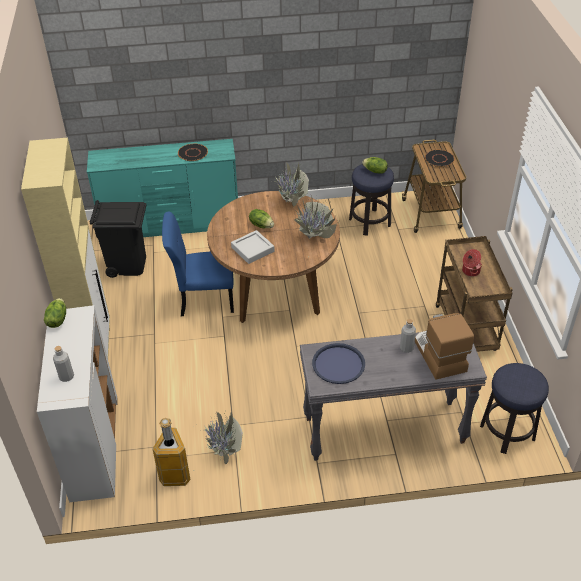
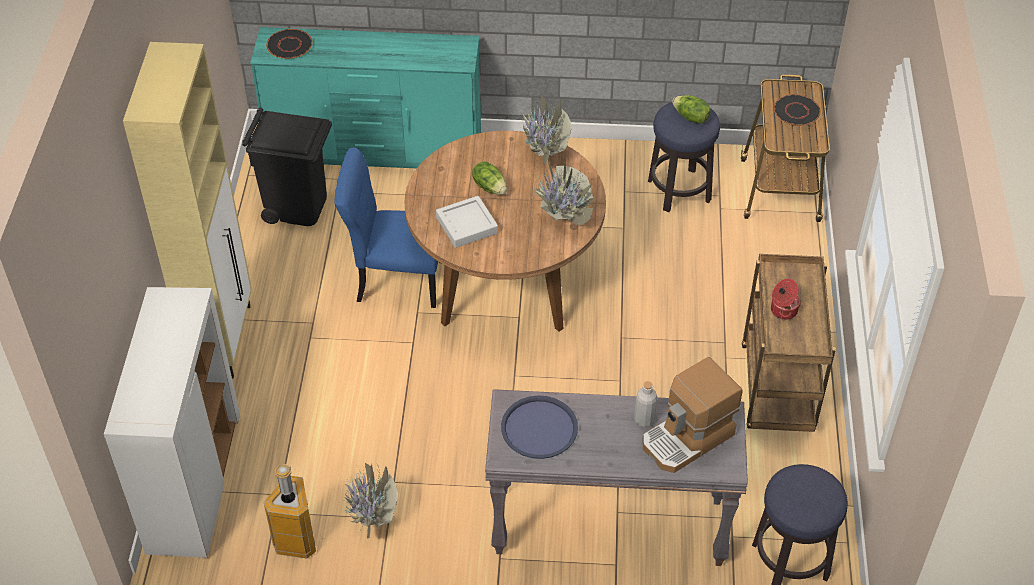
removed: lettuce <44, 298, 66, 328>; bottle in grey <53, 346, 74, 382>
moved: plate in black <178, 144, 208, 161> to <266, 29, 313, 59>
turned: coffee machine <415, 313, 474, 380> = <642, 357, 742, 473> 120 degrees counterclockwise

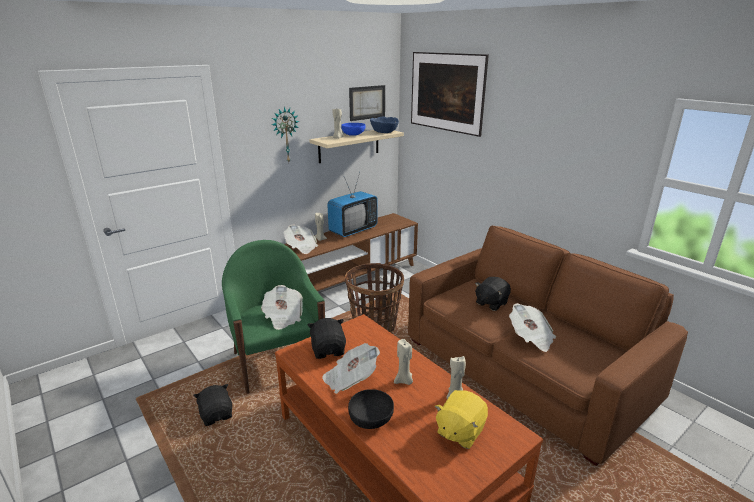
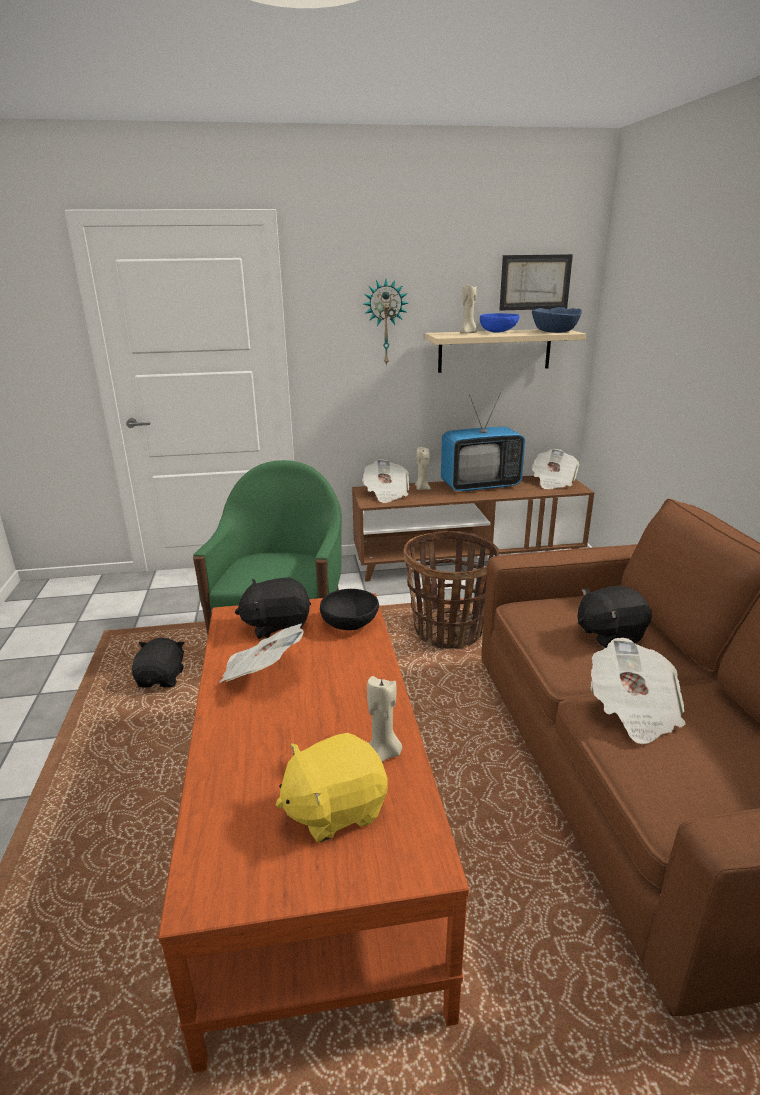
removed: candle in beige <394, 339, 413, 385>; picture <411, 52, 489, 137>
moved: bowl in black <348, 389, 394, 429> to <320, 589, 379, 630>; newspaper <261, 285, 303, 330> to <531, 449, 580, 489>
turned: plush toy in black <307, 318, 346, 359> = <235, 577, 311, 639> 120 degrees counterclockwise

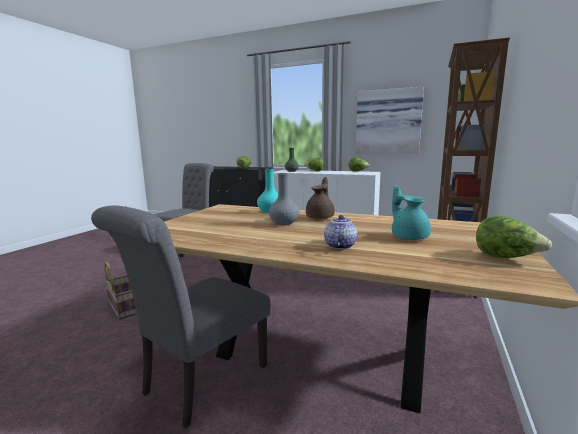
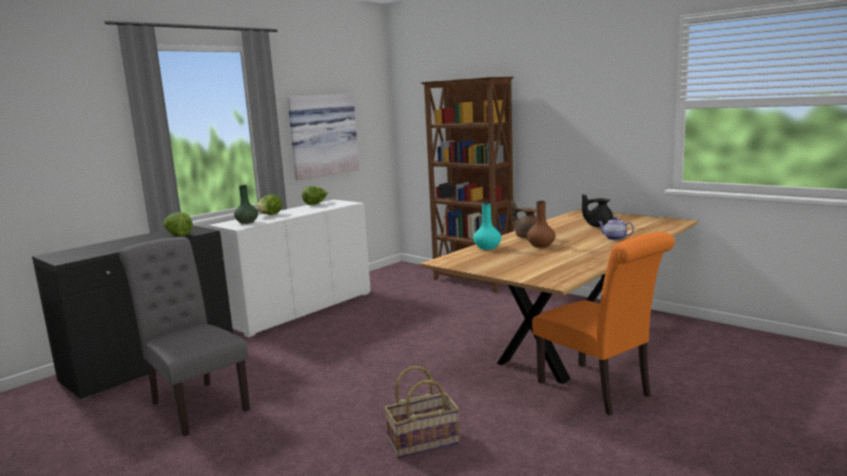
removed: lettuce <476, 216, 552, 258>
recoloured: vase in grey <269, 173, 299, 225> to vase in brown <527, 201, 555, 248>; chair in grey <91, 205, 270, 429> to chair in orange <532, 232, 675, 415>; teapot in turquoise <392, 185, 431, 240> to teapot in black <582, 194, 614, 227>

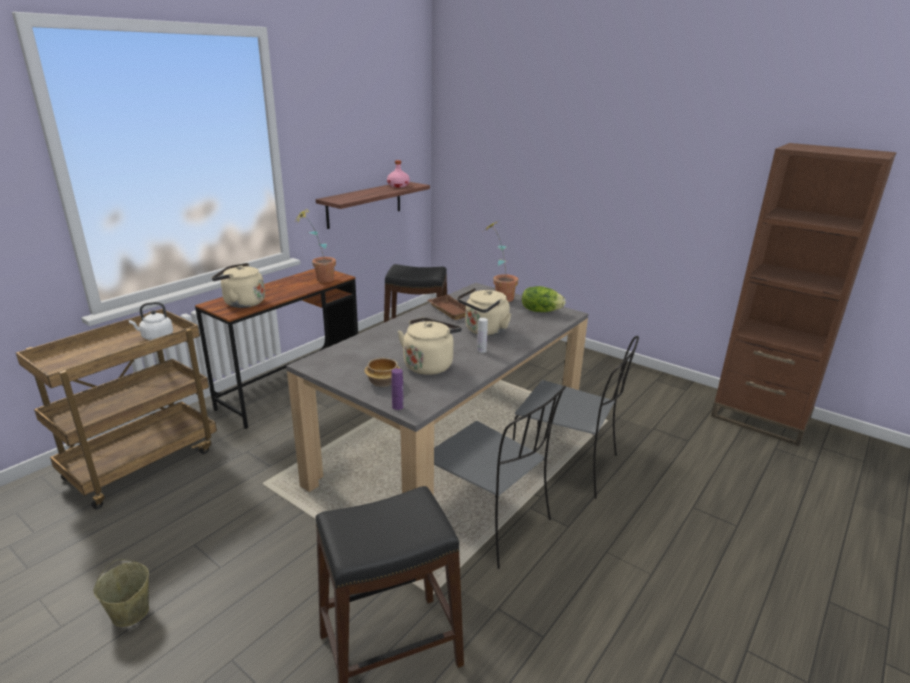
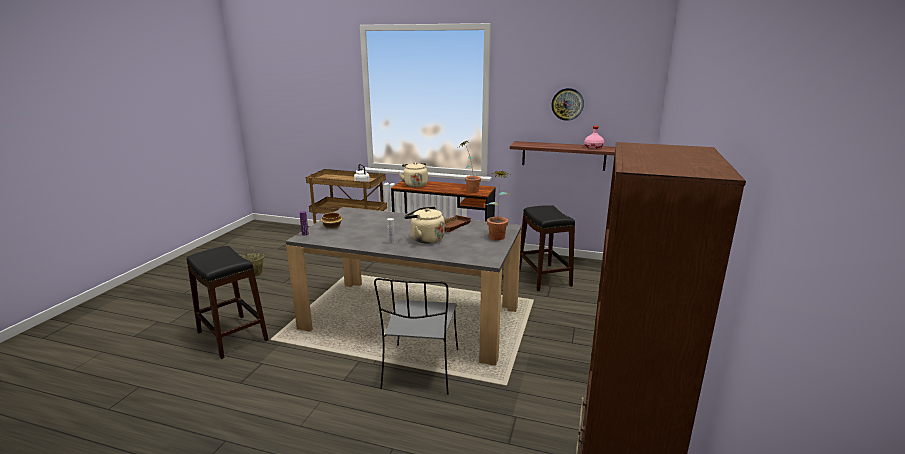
removed: kettle in beige <398, 317, 462, 375>; chair in grey <434, 386, 566, 569>; lettuce <522, 286, 566, 312>
added: wall clock <551, 88, 584, 121>

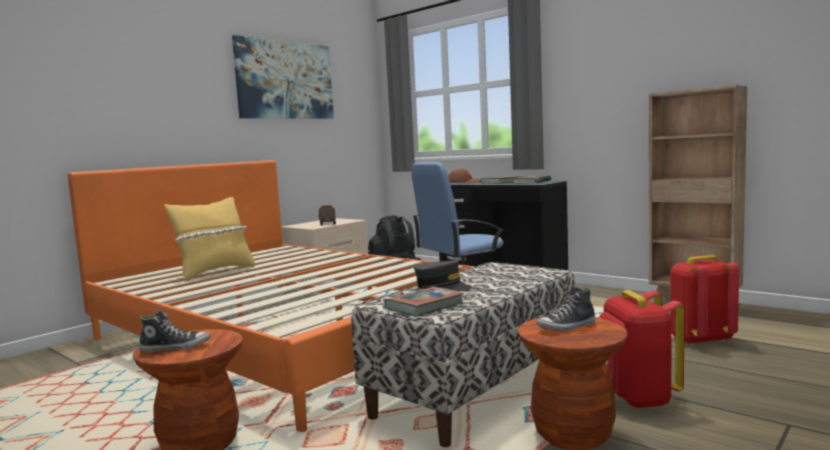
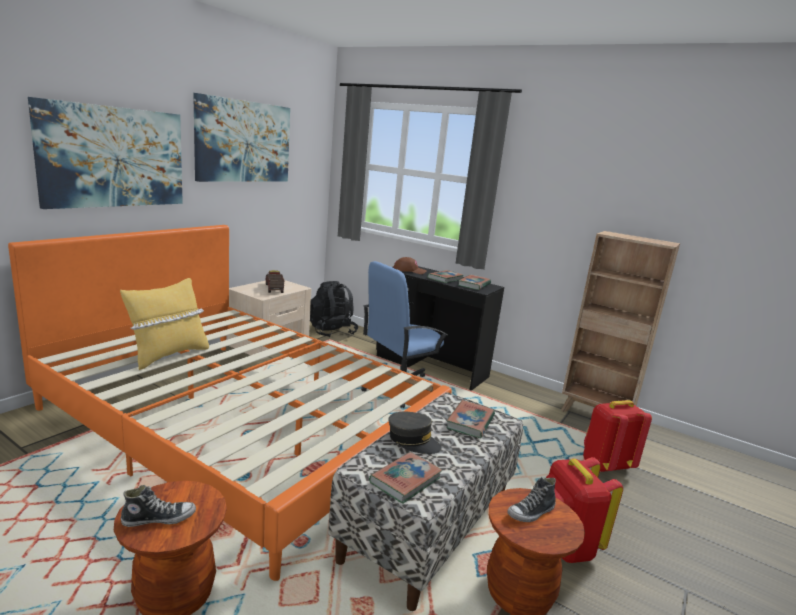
added: picture <28, 97, 183, 209>; book <446, 400, 495, 438>

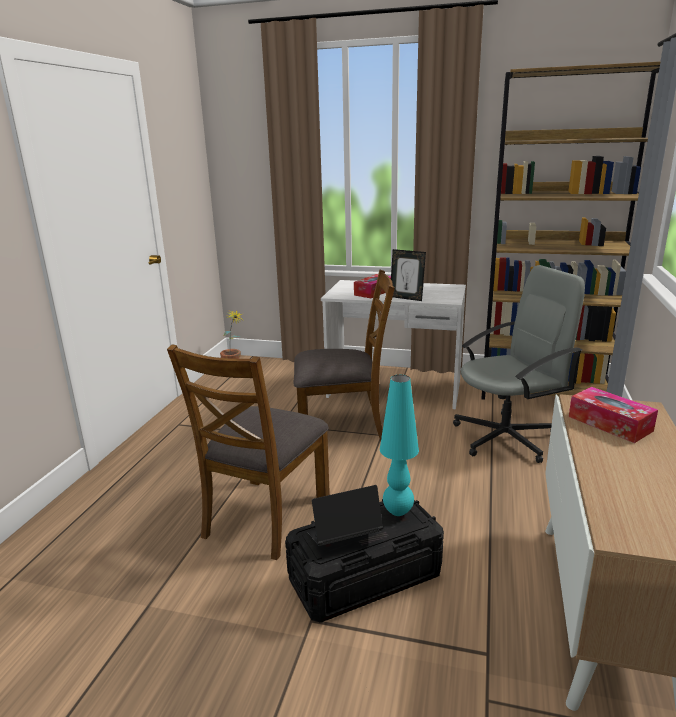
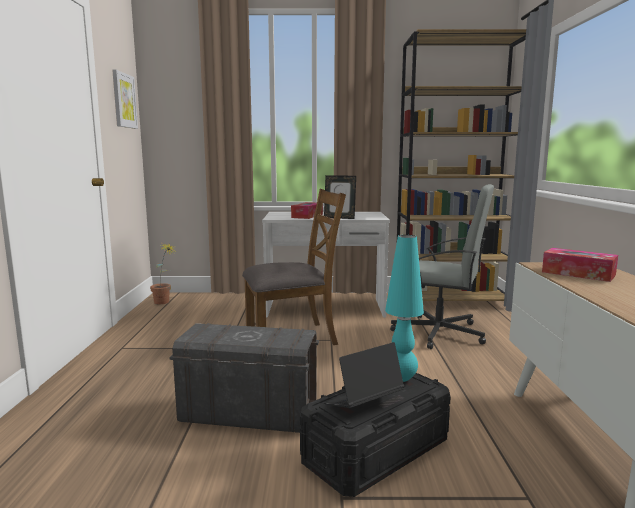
added: picture <112, 70, 138, 129>
replaced: chair in brown <167, 344, 330, 560> to storage box in grey <169, 323, 319, 433>
turned: office chair in grey <453, 265, 585, 463> = <390, 184, 494, 349> 60 degrees clockwise

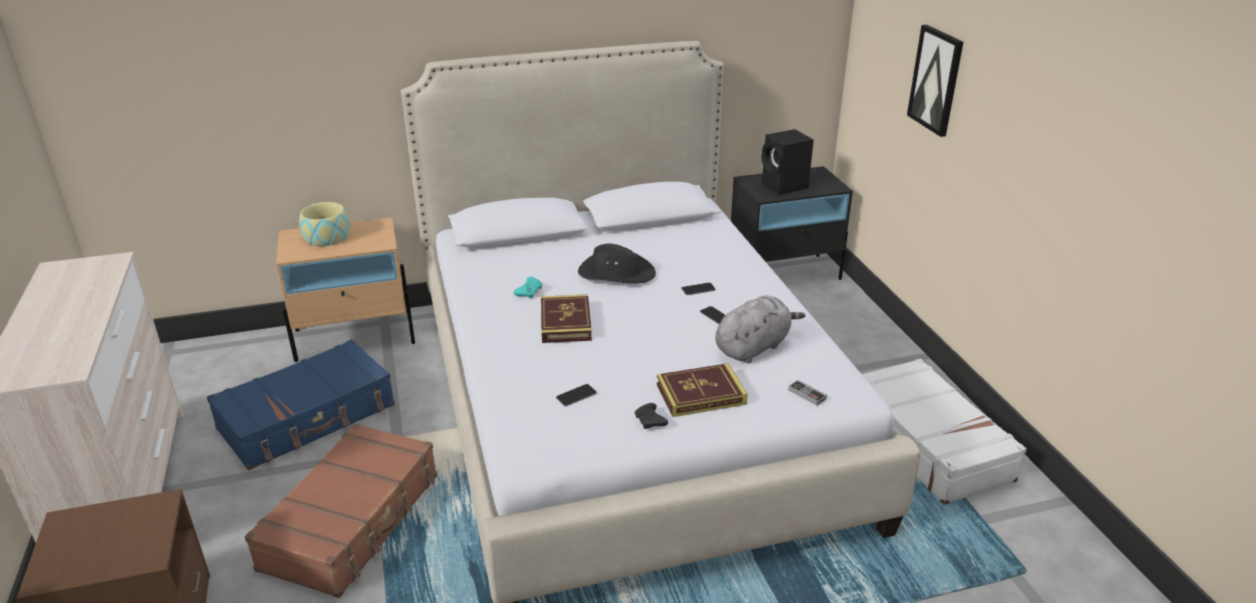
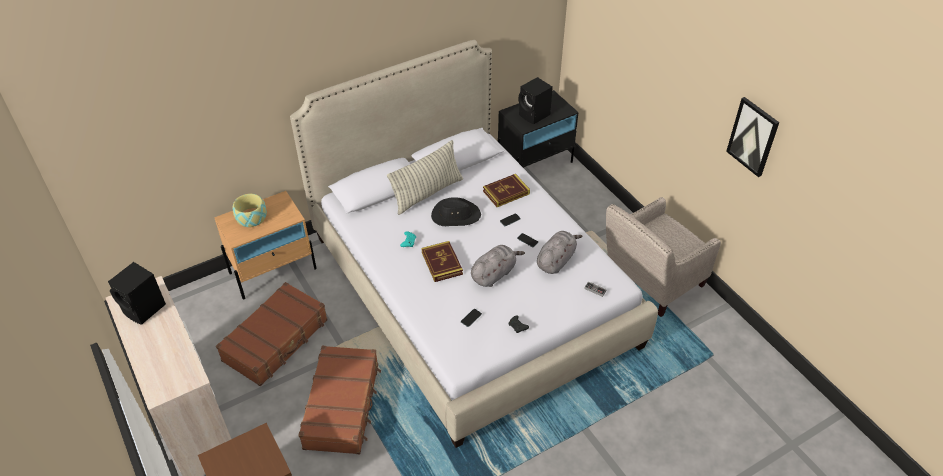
added: speaker in black <108, 262, 166, 325>; pillow <387, 140, 463, 215>; plush toy in grey <471, 245, 525, 287>
moved: book <657, 363, 748, 417> to <483, 174, 530, 207>; picture <907, 25, 963, 137> to <726, 97, 779, 177>
replaced: suitcase in white <862, 358, 1027, 505> to armchair in beige <606, 197, 721, 317>
recoloured: suitcase in blue <207, 339, 395, 470> to suitcase in brown <216, 282, 328, 386>

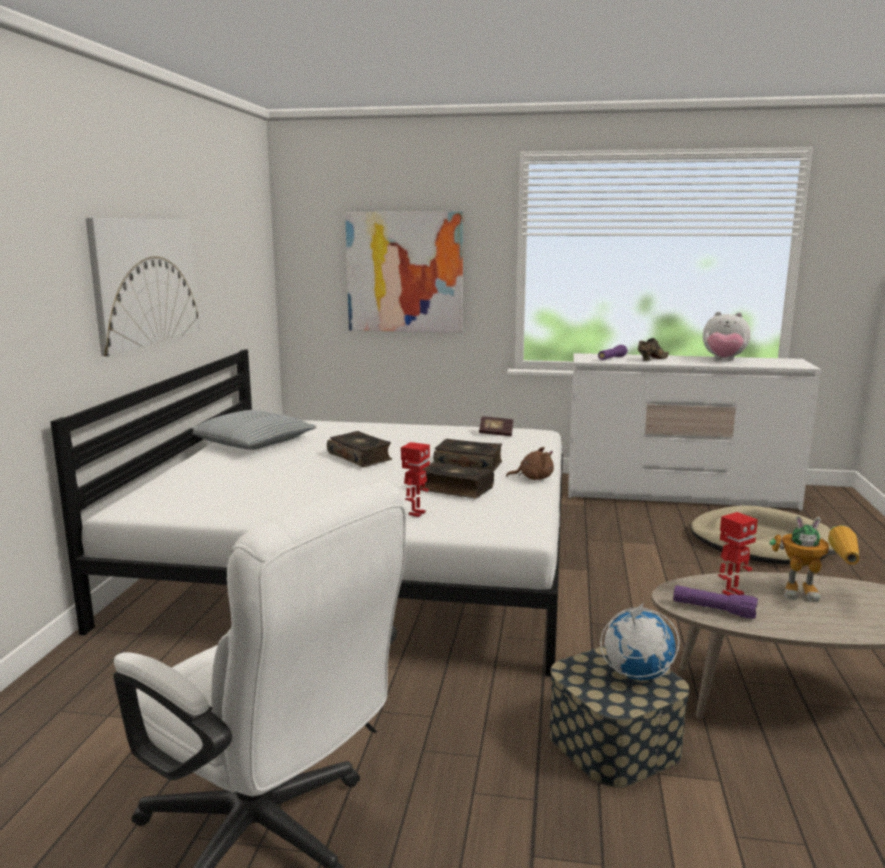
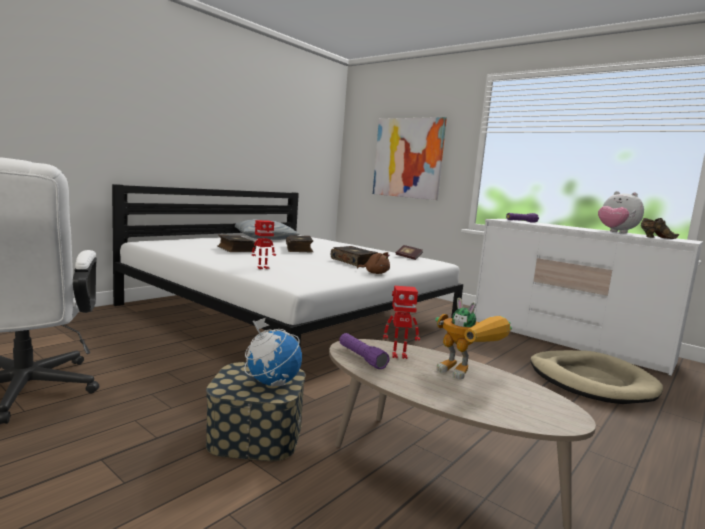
removed: picture <86, 218, 199, 356>
moved: book <420, 462, 494, 498> to <217, 234, 256, 252>; shoe in brown <638, 338, 669, 361> to <641, 218, 680, 239>

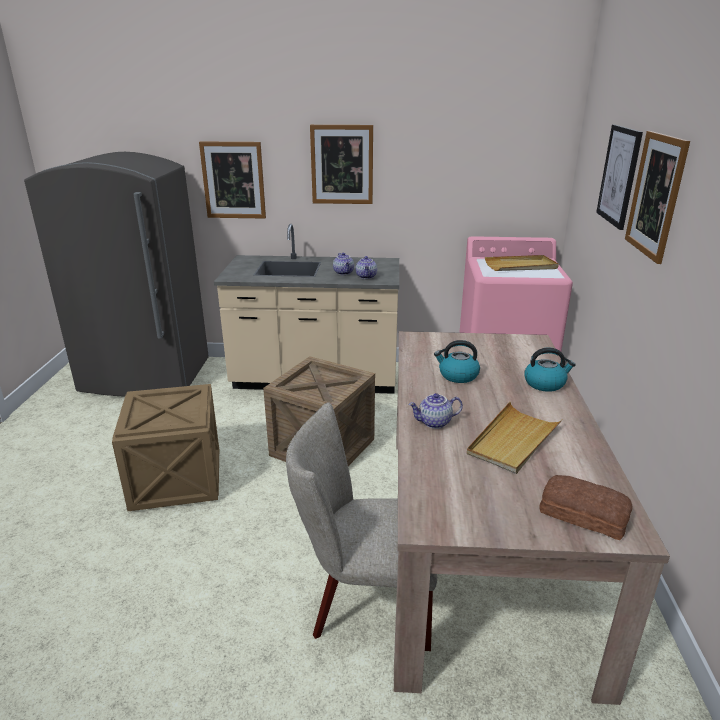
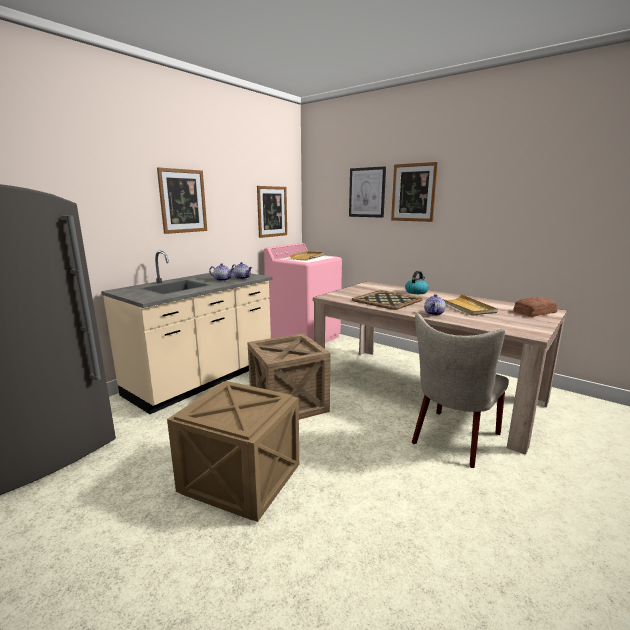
moved: picture <199, 141, 266, 219> to <257, 186, 287, 238>
replaced: kettle <434, 340, 480, 383> to tray <352, 290, 423, 310>

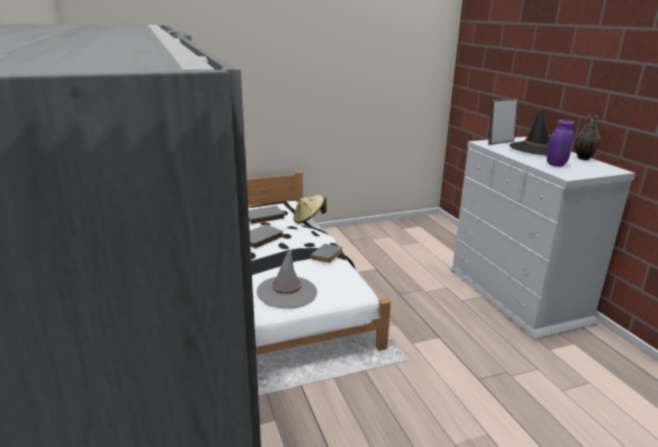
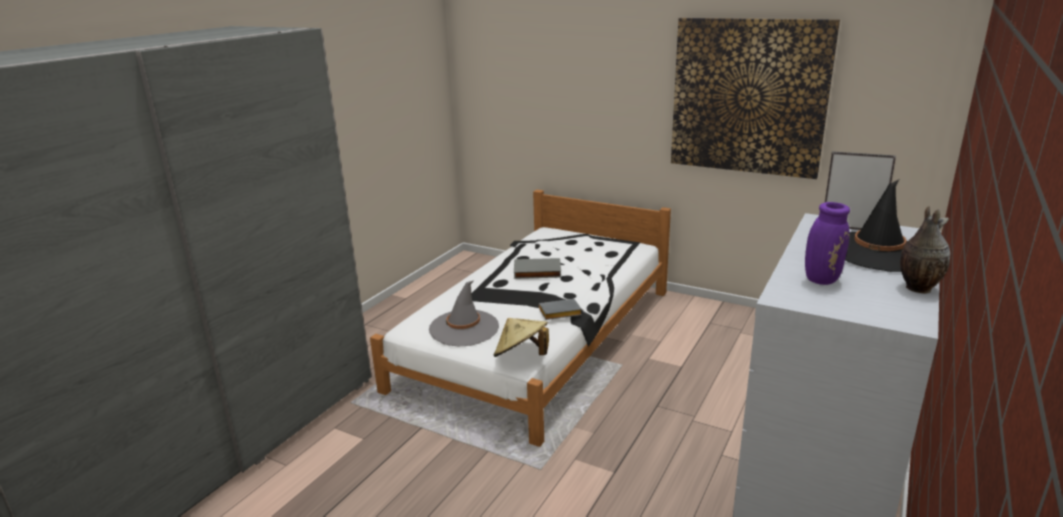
removed: book in grey <249, 206, 285, 224>
added: picture <671, 18, 840, 179>
moved: hat in beige <293, 195, 327, 224> to <494, 318, 549, 357>

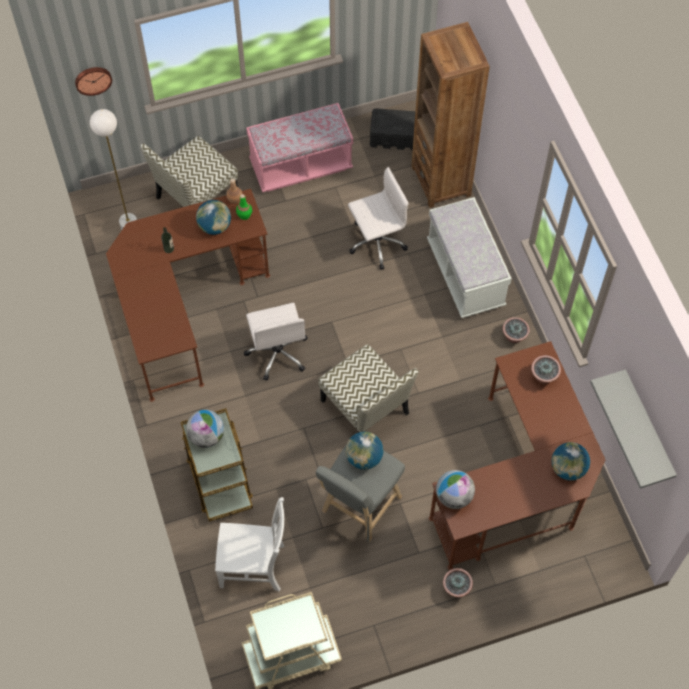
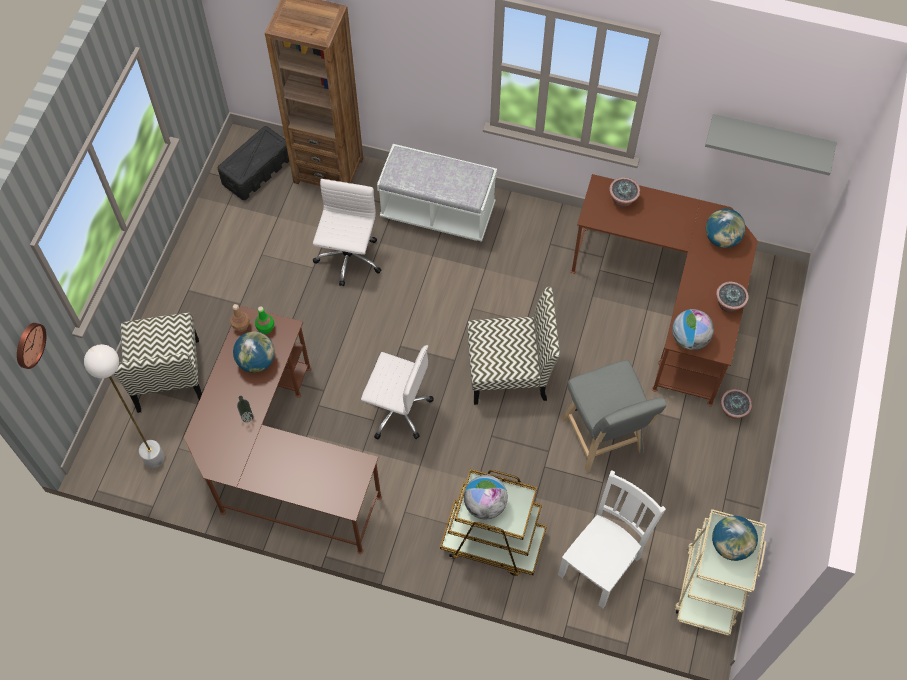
removed: bench in pink <246, 103, 353, 193>
moved: globe <345, 432, 383, 470> to <712, 516, 758, 561>; potted plant <502, 317, 530, 343> to <716, 282, 749, 313>

